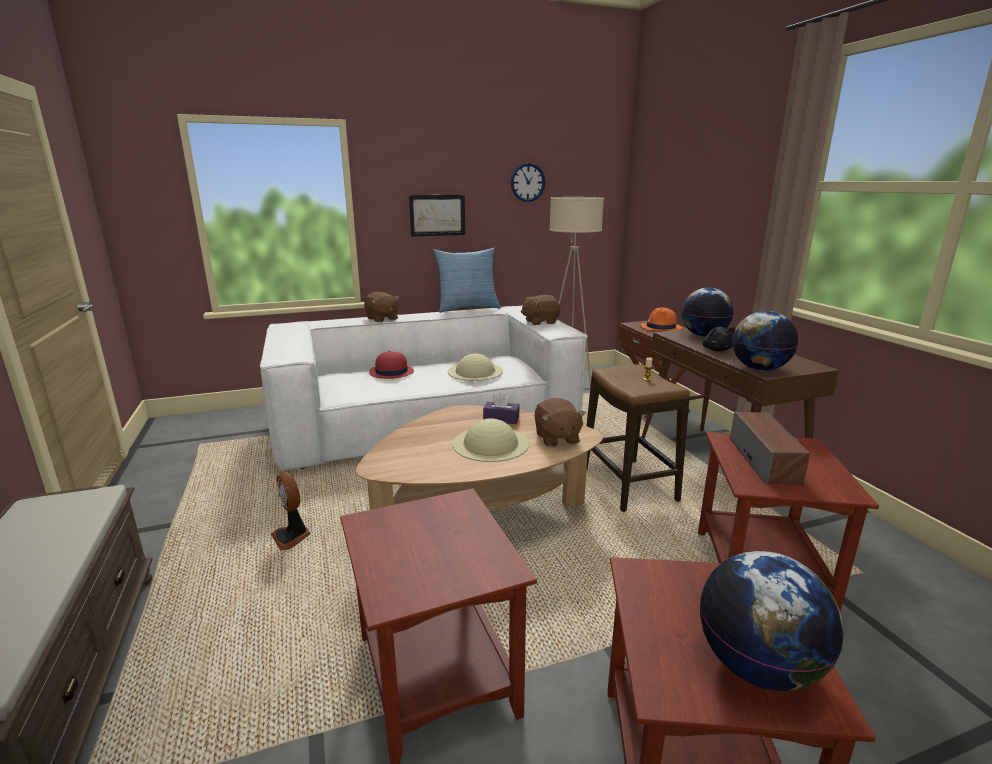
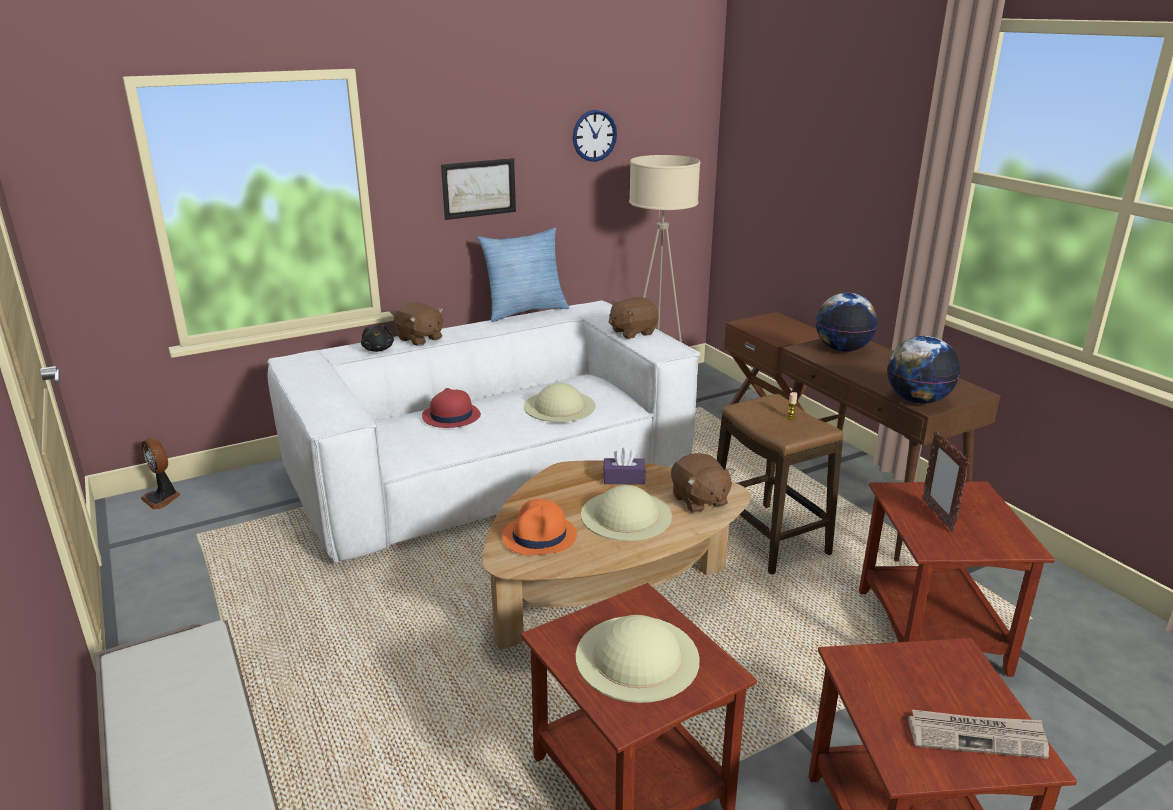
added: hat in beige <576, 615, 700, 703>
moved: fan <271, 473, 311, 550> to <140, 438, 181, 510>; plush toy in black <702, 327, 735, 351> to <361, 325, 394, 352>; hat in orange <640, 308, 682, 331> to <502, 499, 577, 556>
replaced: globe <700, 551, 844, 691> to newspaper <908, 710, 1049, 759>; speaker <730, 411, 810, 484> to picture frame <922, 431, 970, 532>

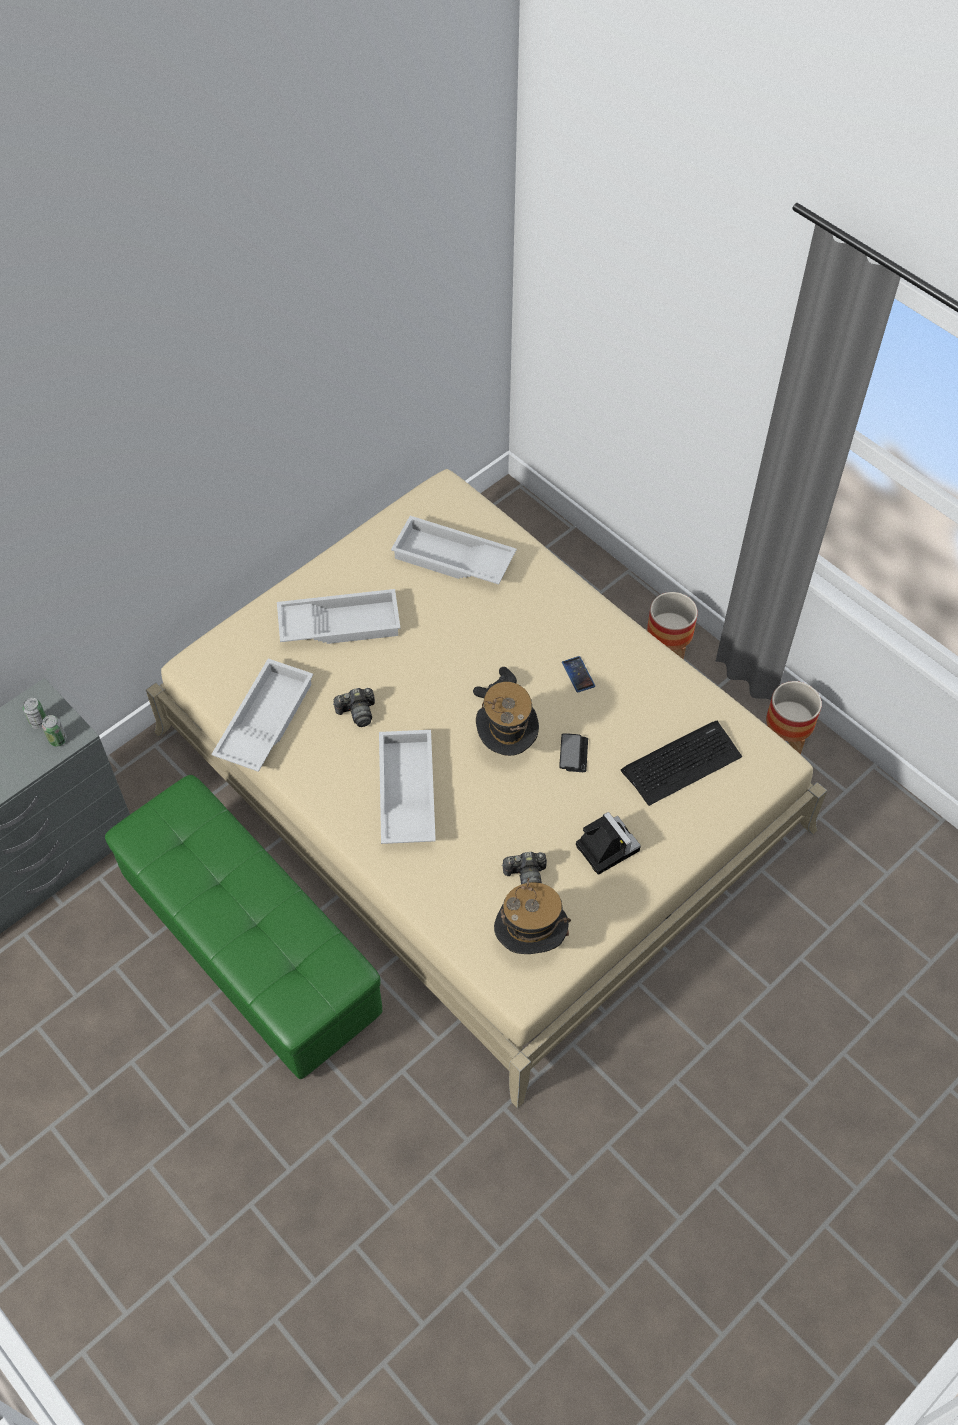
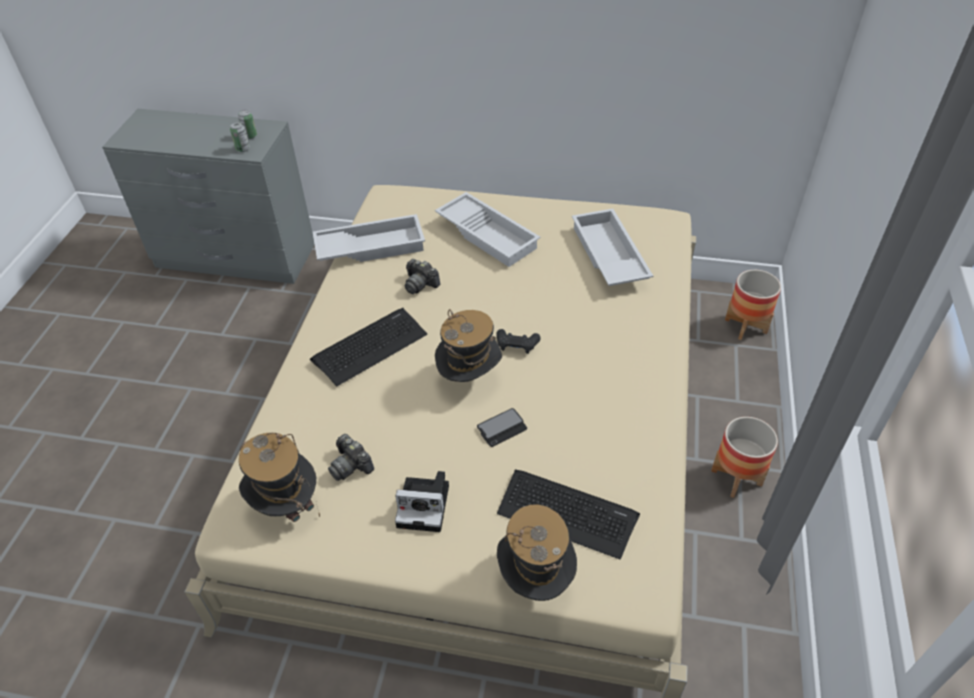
removed: ottoman in green <105, 775, 382, 1079>; phone <562, 656, 595, 693>
added: hat <497, 505, 577, 601>
moved: planter <766, 681, 822, 754> to <725, 270, 781, 340>
replaced: tray in white <379, 730, 436, 844> to keyboard <310, 308, 427, 386>
turned: photo camera <576, 812, 641, 875> = <395, 471, 449, 532> 75 degrees clockwise

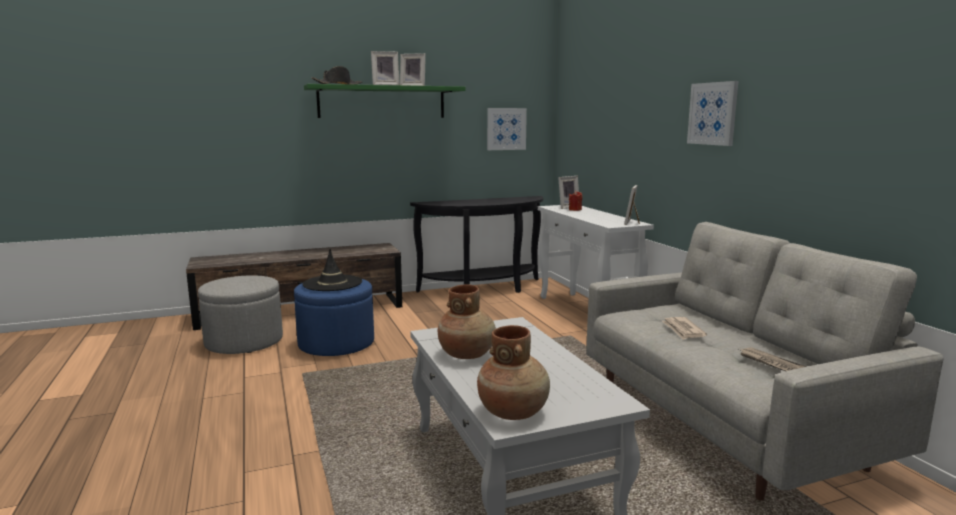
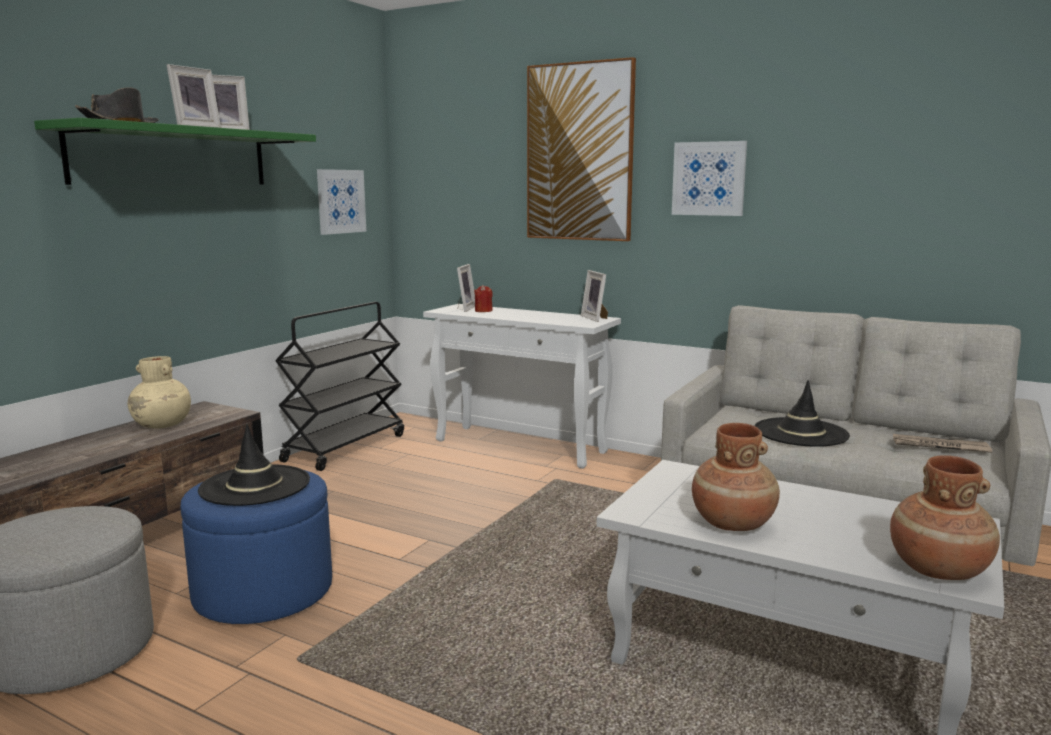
added: vase in beige <128, 356, 191, 429>; picture <527, 57, 636, 241>
replaced: console table in black <410, 196, 543, 293> to cart in black <275, 302, 404, 471>; newspaper <662, 317, 707, 340> to hat in black <754, 380, 850, 447>

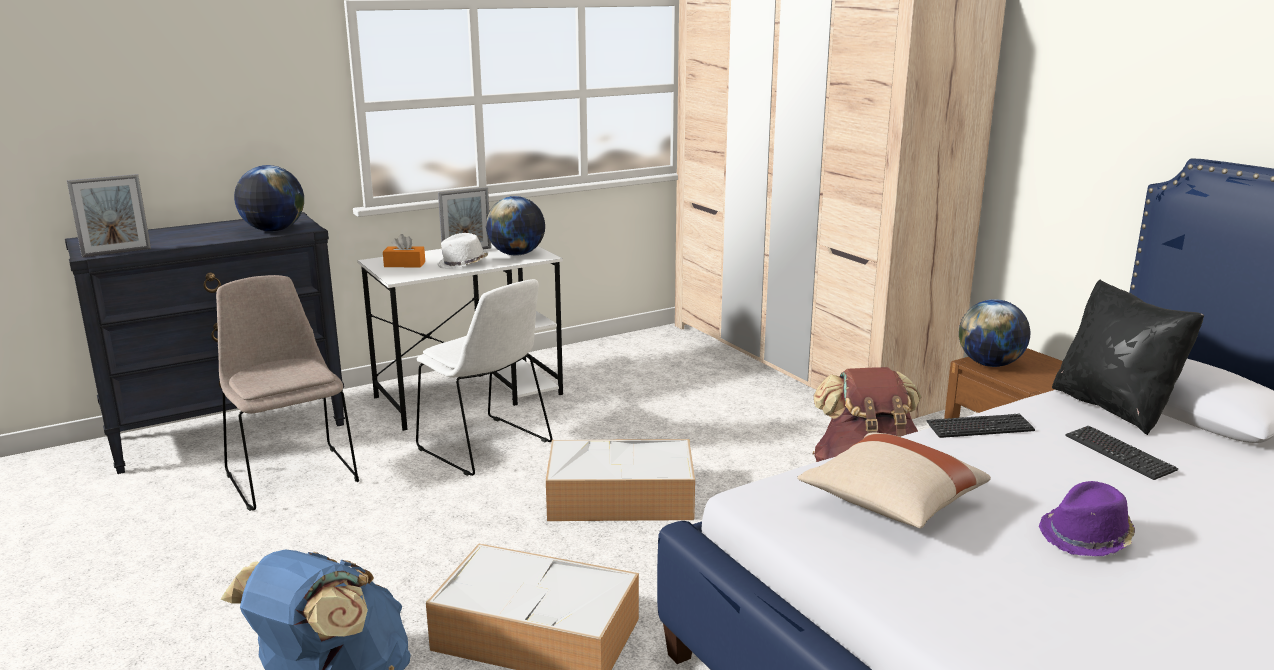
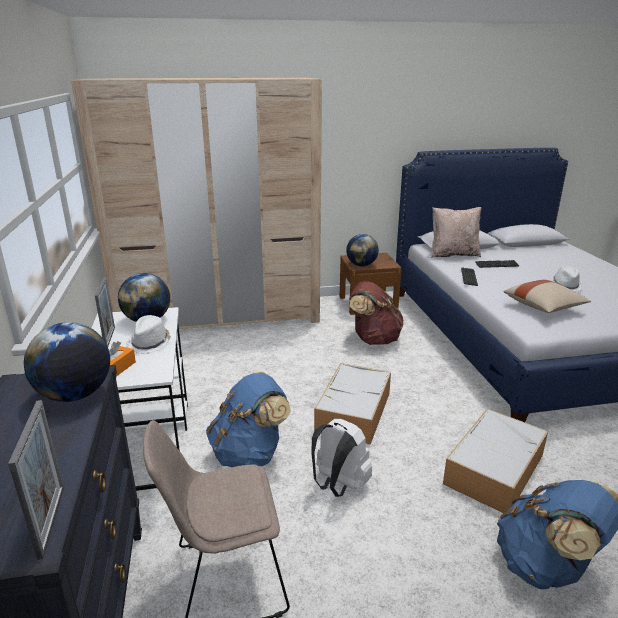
added: backpack in white <311, 419, 372, 497>
replaced: chair in white <416, 279, 552, 476> to backpack in blue <206, 372, 291, 467>
recoloured: pillow in black <1052, 280, 1204, 435> to pillow in beige <431, 207, 481, 258>; hat in purple <1039, 481, 1135, 556> to hat in white <551, 266, 583, 292>

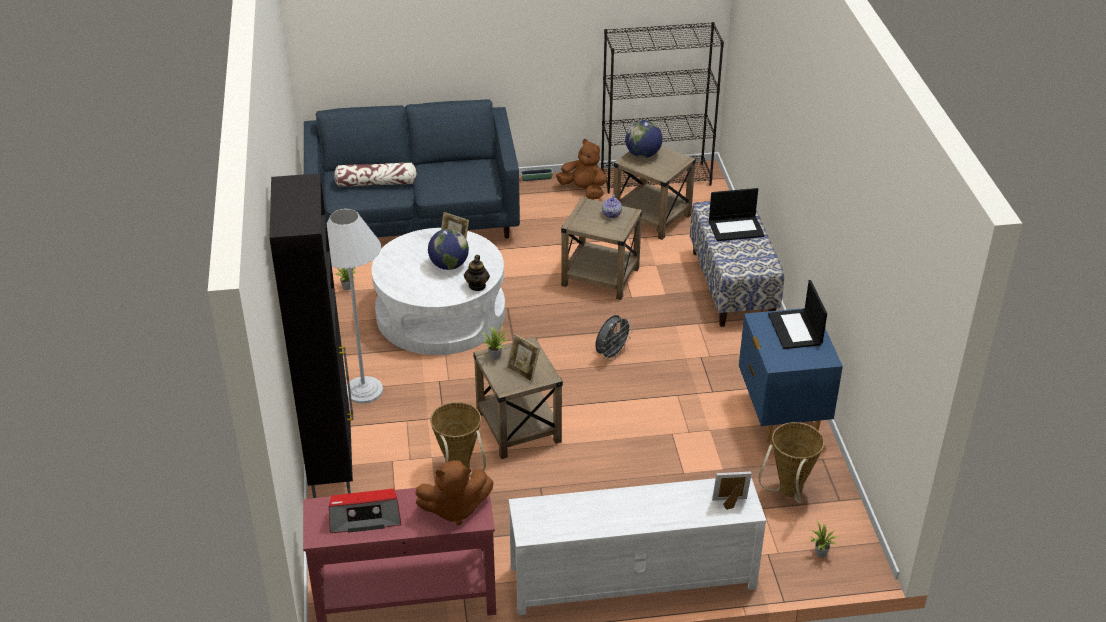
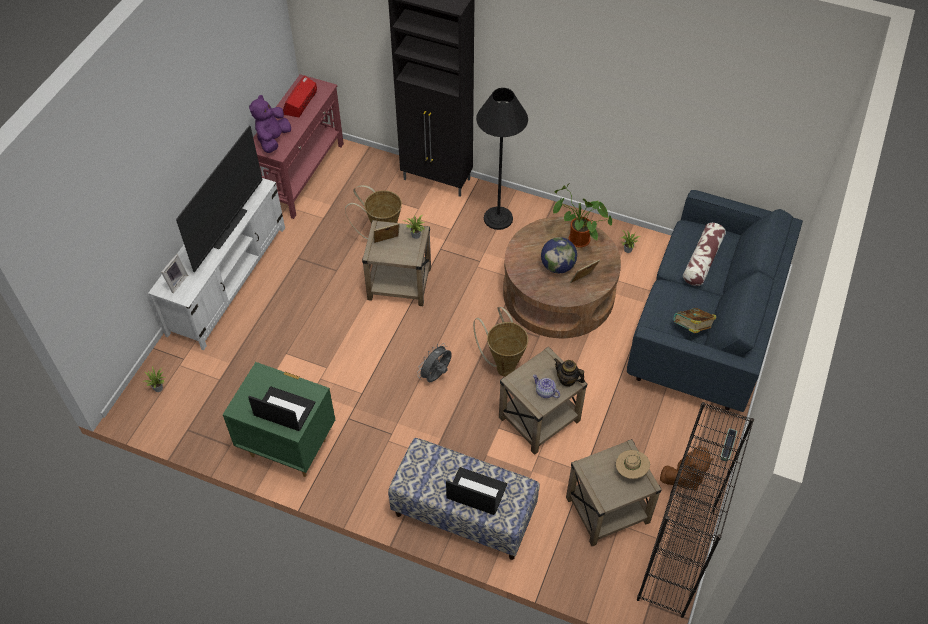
added: television <176, 126, 262, 272>; potted plant <553, 183, 612, 248>; book <674, 308, 716, 333>
moved: basket <759, 422, 824, 503> to <473, 307, 528, 377>; teapot <464, 255, 490, 291> to <554, 358, 585, 387>
replaced: globe <625, 120, 663, 158> to hat in beige <616, 450, 650, 479>
recoloured: nightstand in blue <739, 308, 843, 443> to nightstand in green <223, 362, 335, 477>; plush toy in brown <416, 460, 494, 526> to plush toy in purple <249, 95, 291, 153>; floor lamp in white <327, 208, 383, 404> to floor lamp in black <476, 88, 528, 230>; coffee table in white <371, 228, 505, 355> to coffee table in brown <503, 217, 621, 338>
turned: fan in grey <595, 315, 633, 361> = <417, 343, 452, 382> 60 degrees clockwise; laptop <709, 188, 765, 241> = <446, 467, 507, 515> 90 degrees clockwise

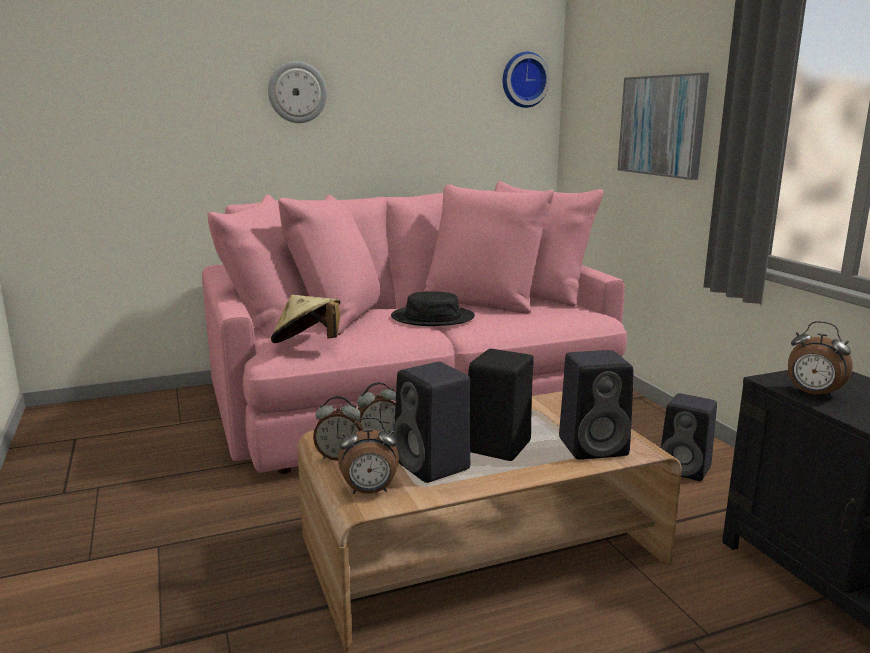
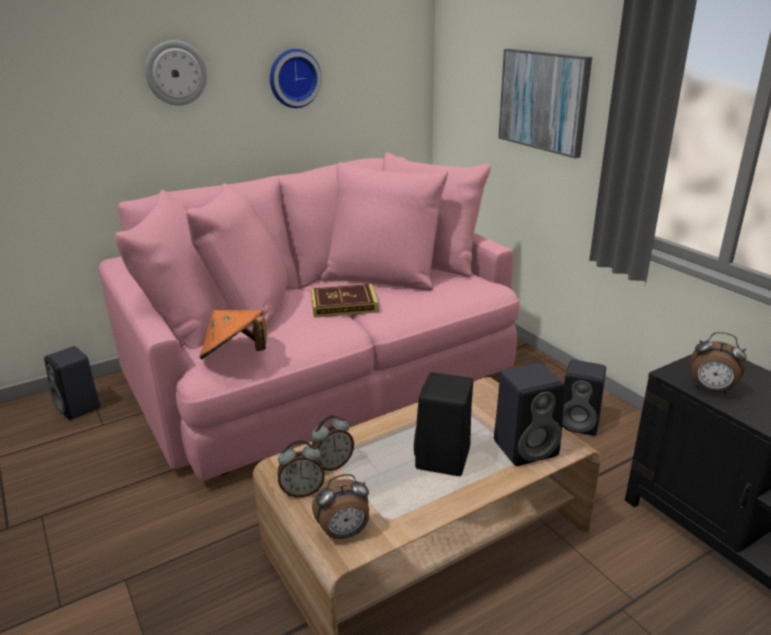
moved: speaker in black <393, 362, 470, 483> to <44, 346, 100, 420>; wall clock <503, 52, 550, 108> to <270, 49, 322, 108>
replaced: hat in black <391, 291, 475, 326> to book <311, 284, 378, 317>
recoloured: hat in beige <271, 295, 340, 343> to hat in orange <199, 310, 267, 359>

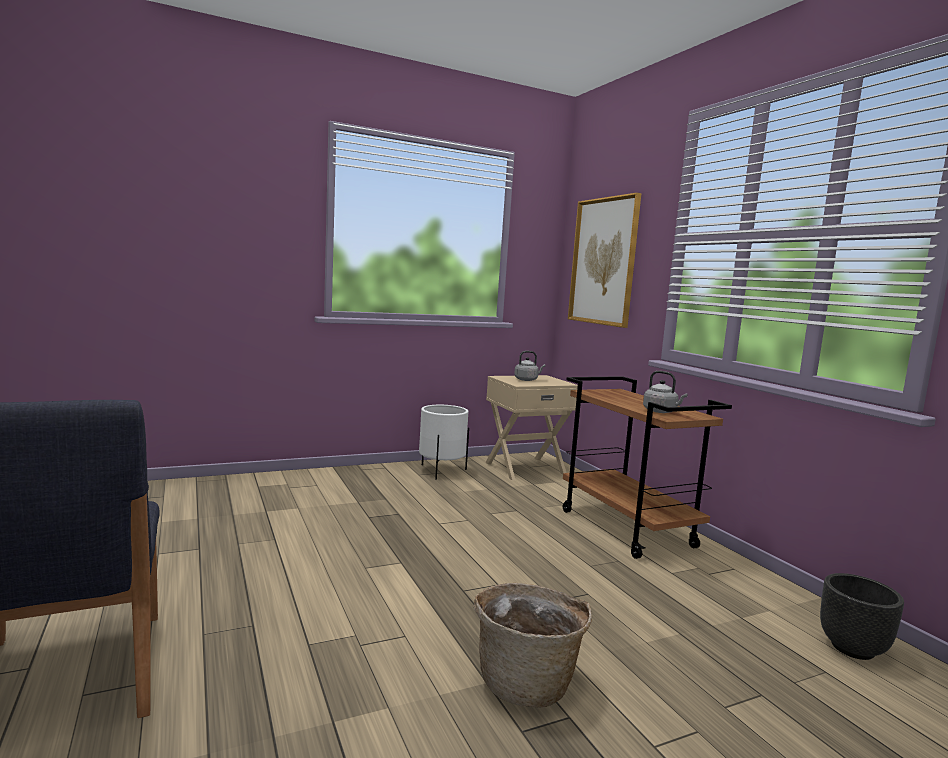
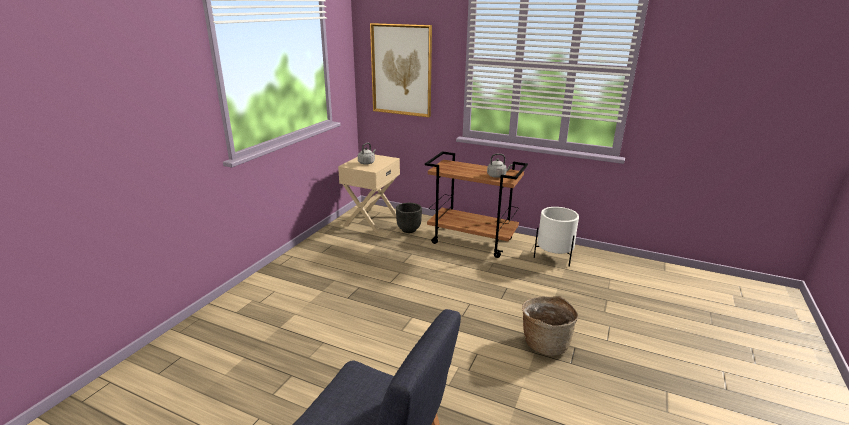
moved: planter in black <820, 573, 904, 660> to <396, 203, 422, 233>; planter in white <419, 405, 469, 480> to <534, 207, 579, 267>

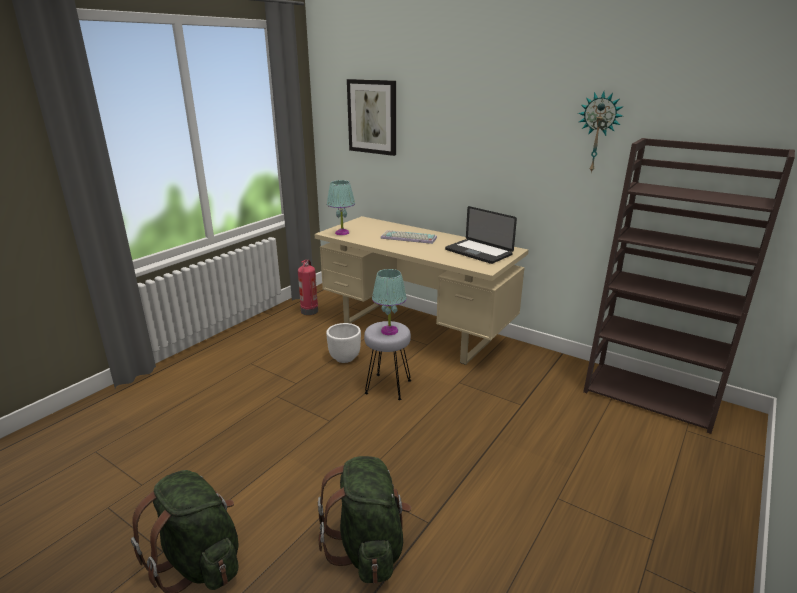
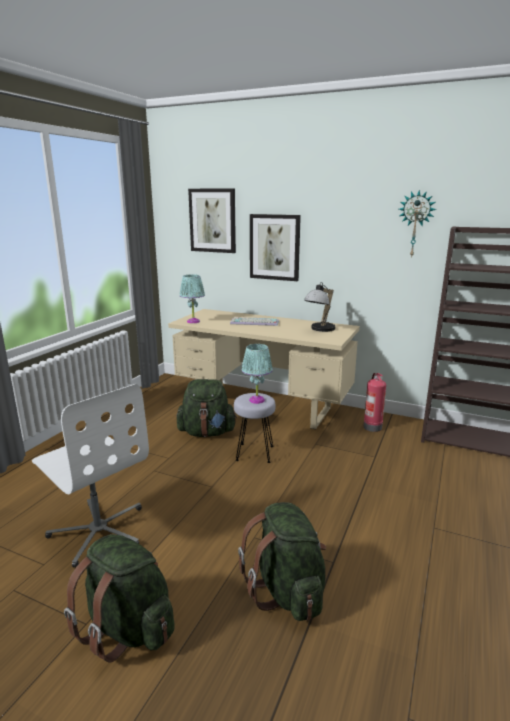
added: office chair in white <32, 384, 149, 568>; picture <250, 214, 301, 281>
moved: fire extinguisher <298, 260, 318, 315> to <363, 373, 386, 432>
replaced: planter in white <326, 323, 361, 363> to backpack in green <176, 379, 237, 437>; laptop <445, 206, 517, 264> to table lamp <304, 282, 335, 332>

